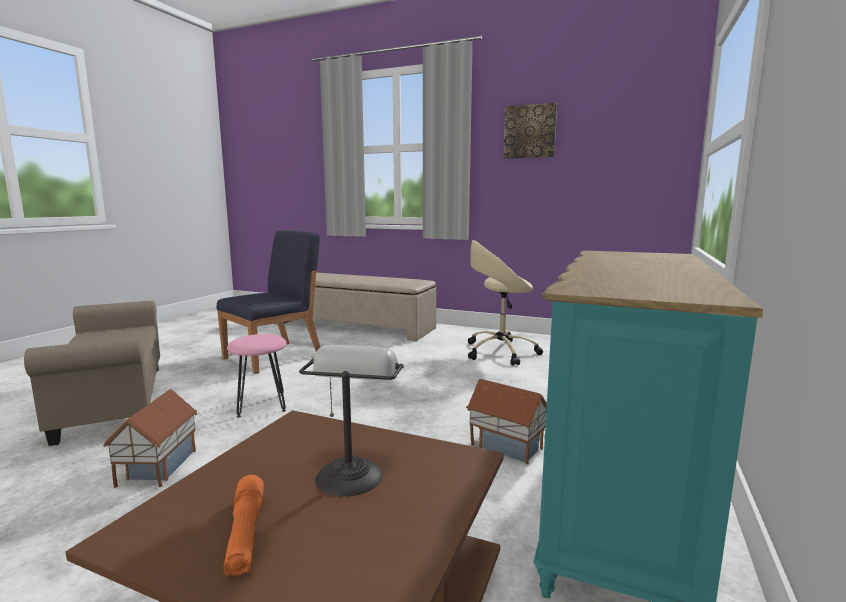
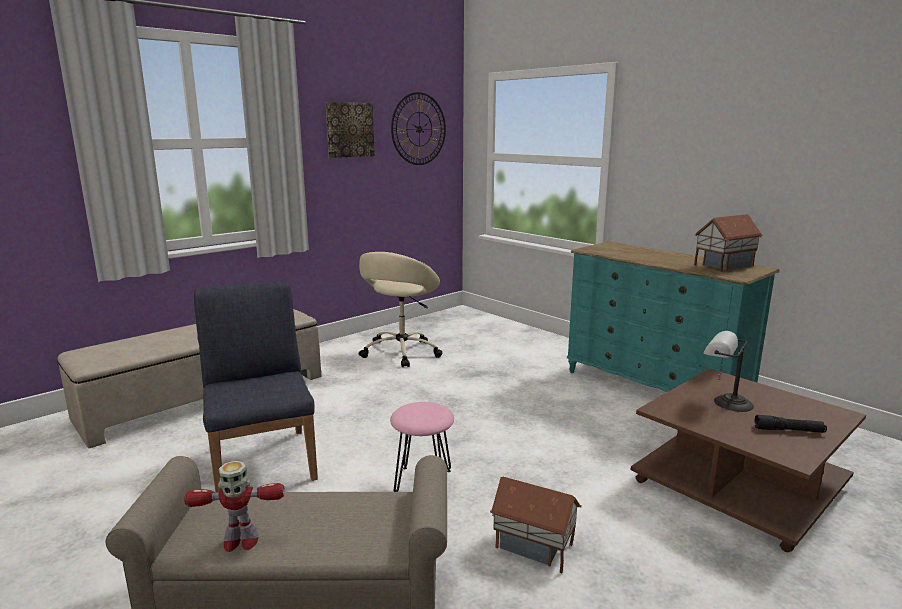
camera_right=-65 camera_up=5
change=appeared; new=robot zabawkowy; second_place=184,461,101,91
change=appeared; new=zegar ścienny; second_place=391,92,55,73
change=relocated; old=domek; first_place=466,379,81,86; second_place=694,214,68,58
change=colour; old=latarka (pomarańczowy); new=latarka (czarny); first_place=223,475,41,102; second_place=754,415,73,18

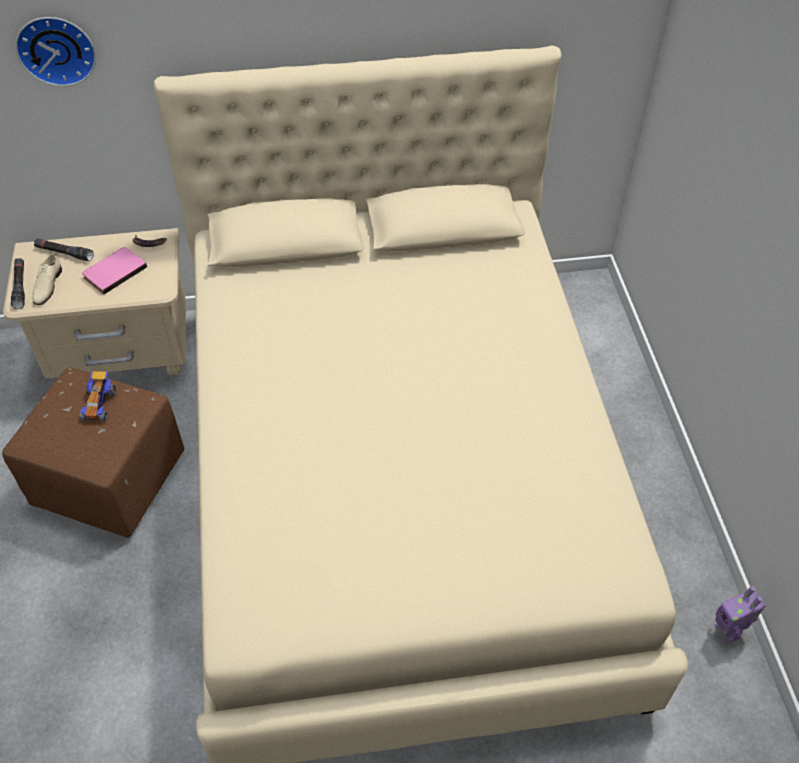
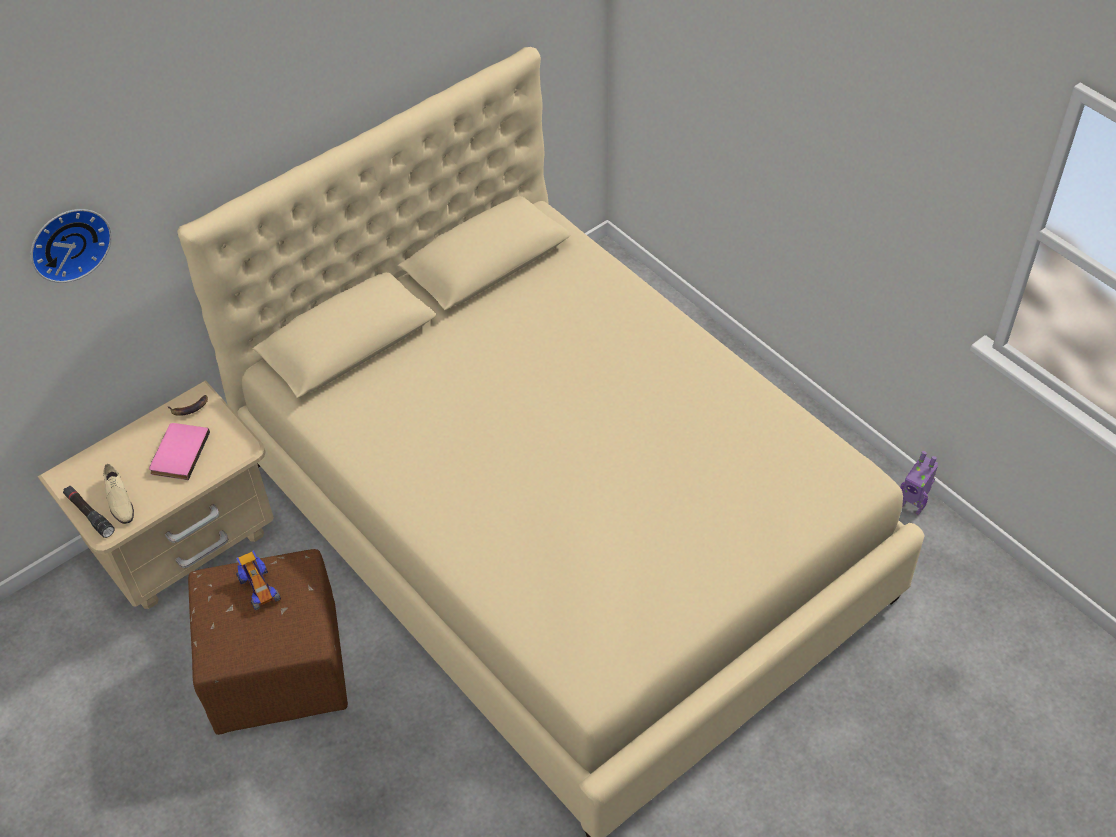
camera_right=-30 camera_up=0
change=missing; old=latarka (czarny); first_place=34,238,59,23

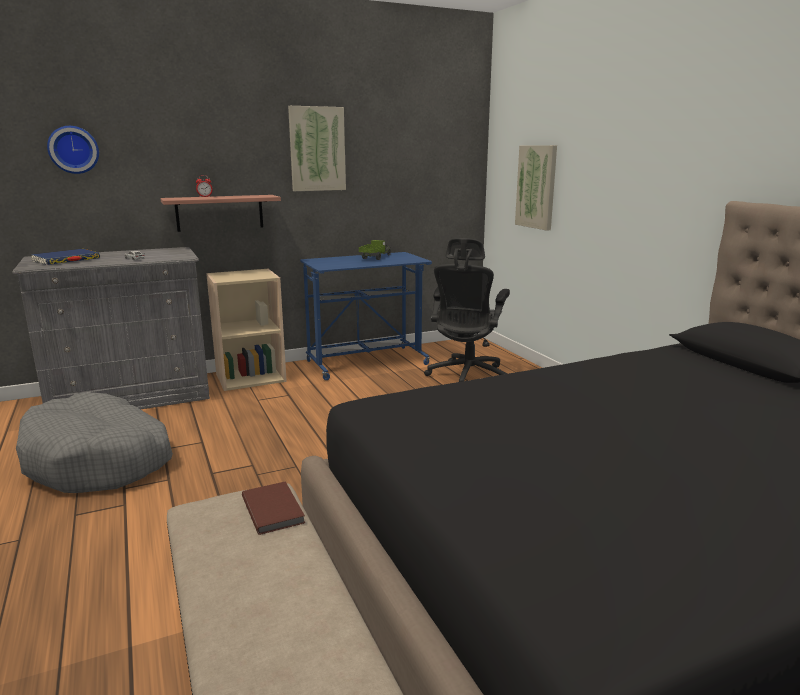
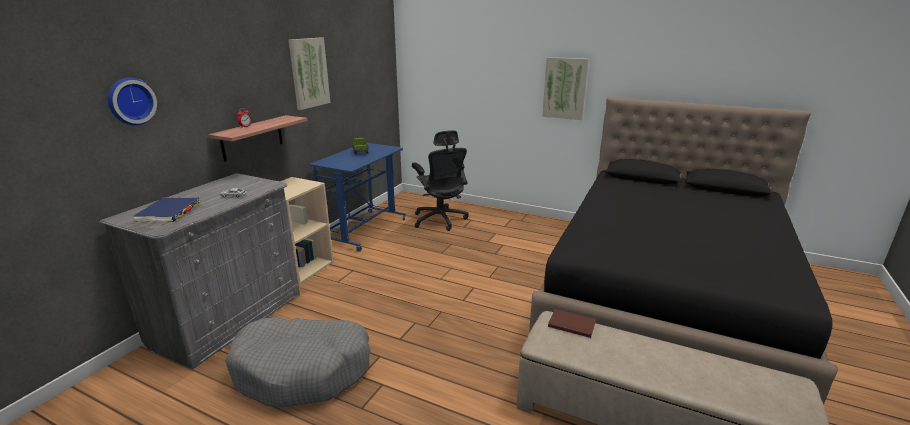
camera_right=-40 camera_up=5
change=relocated; old=obraz; first_place=515,145,42,86; second_place=542,57,47,63

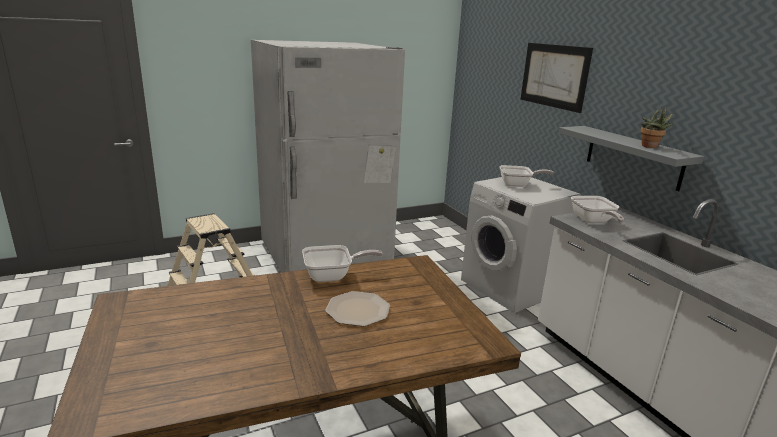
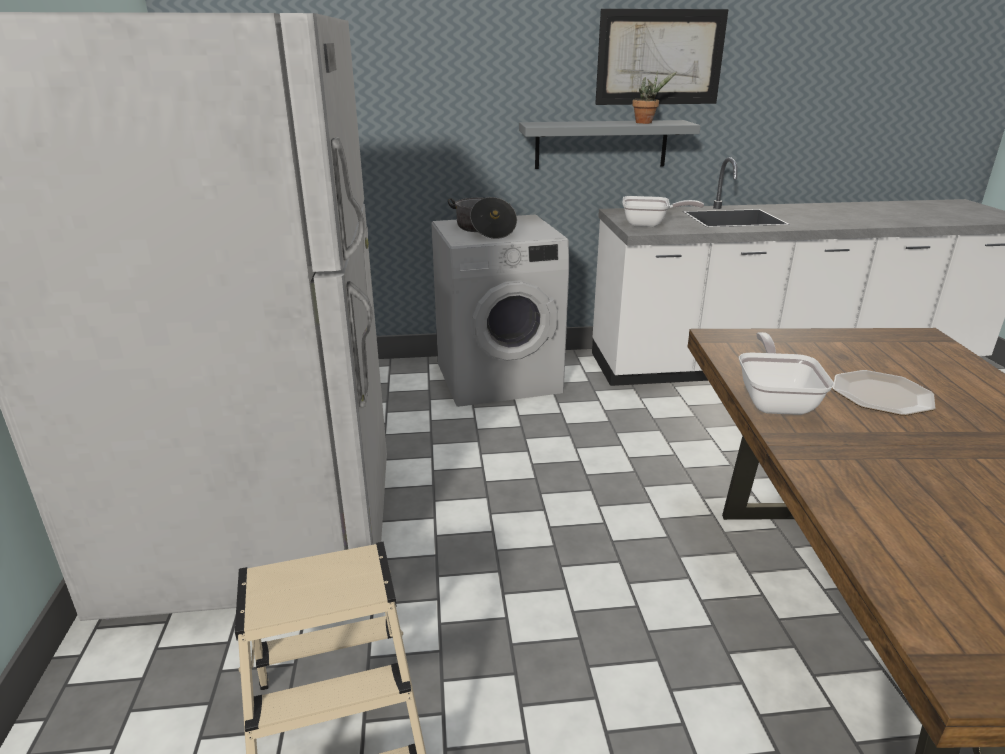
camera_right=-70 camera_up=5
change=relocated; old=obraz; first_place=520,43,73,70; second_place=595,9,134,96
change=exchanged; old=patelnia; new=garnek; first_place=499,165,55,22; second_place=448,197,69,42

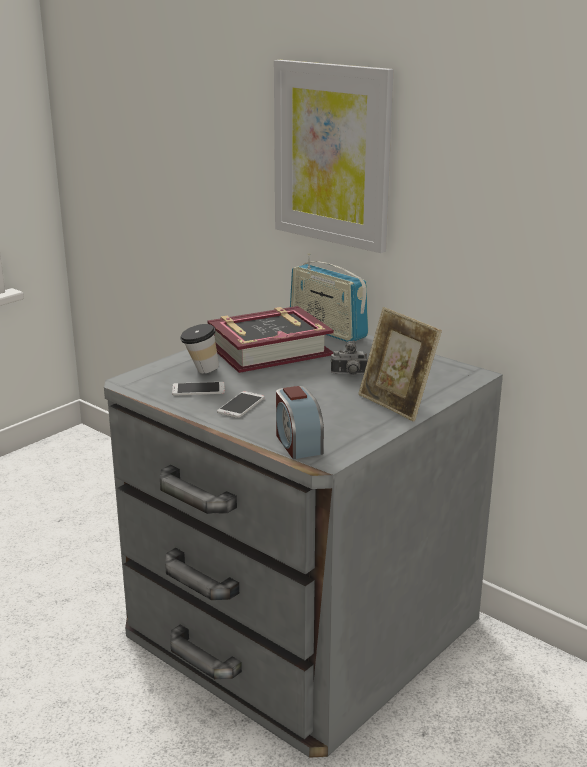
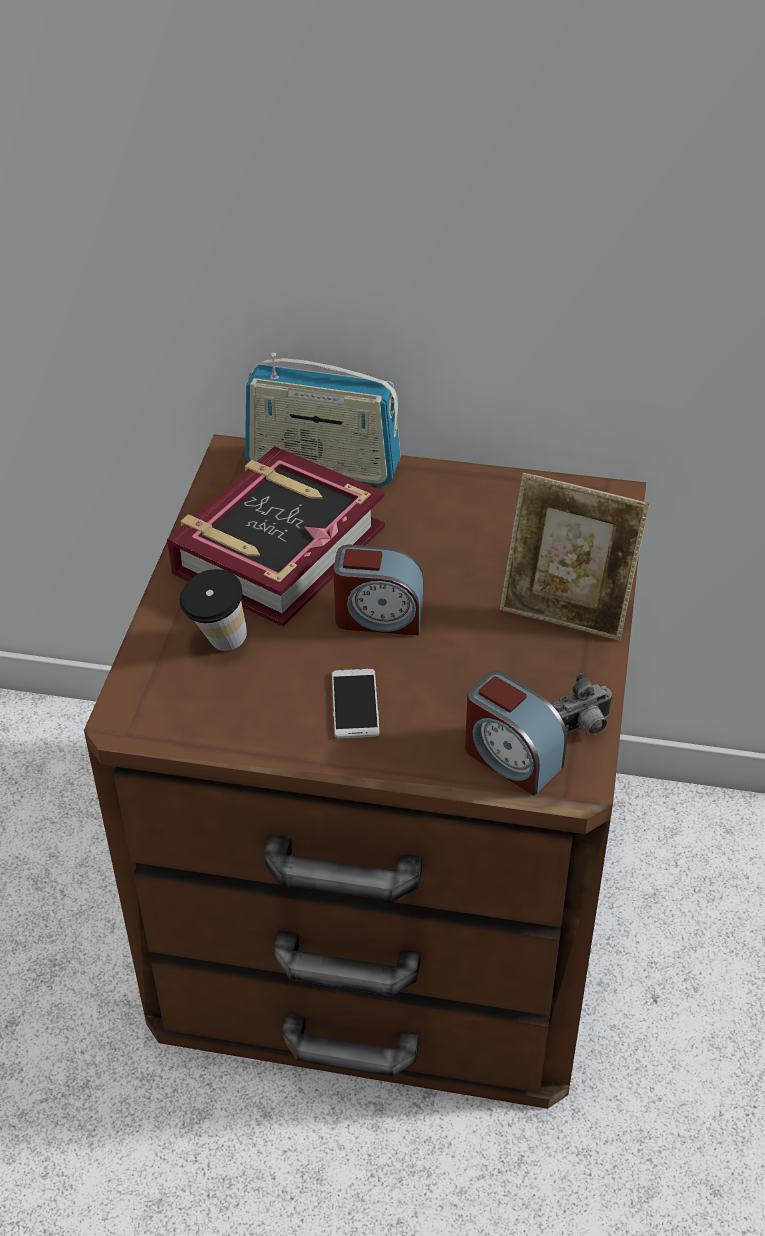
camera_right=-30 camera_up=20
change=missing; old=telefon; first_place=172,382,53,14
change=missing; old=obraz; first_place=274,60,119,193
change=appeared; new=budzik; second_place=333,545,90,90
change=relocated; old=aparat fotograficzny; first_place=330,341,39,34; second_place=553,673,60,62
change=colour; old=komoda (szary); new=komoda (brązowy); first_place=104,335,399,423; second_place=84,434,562,675

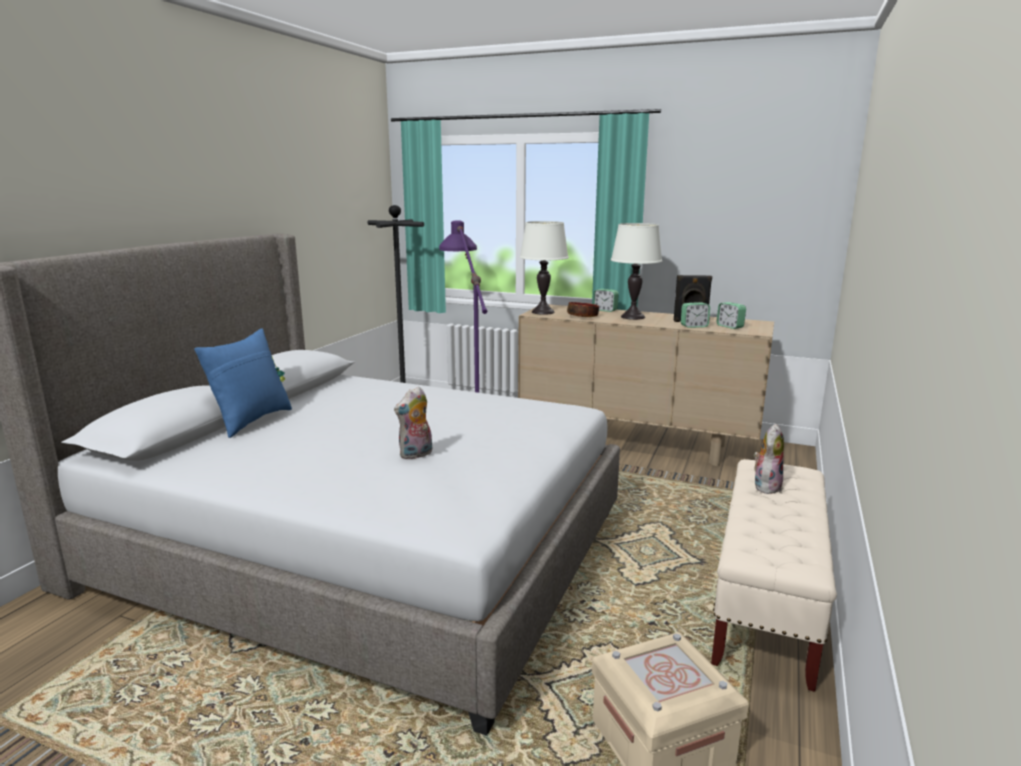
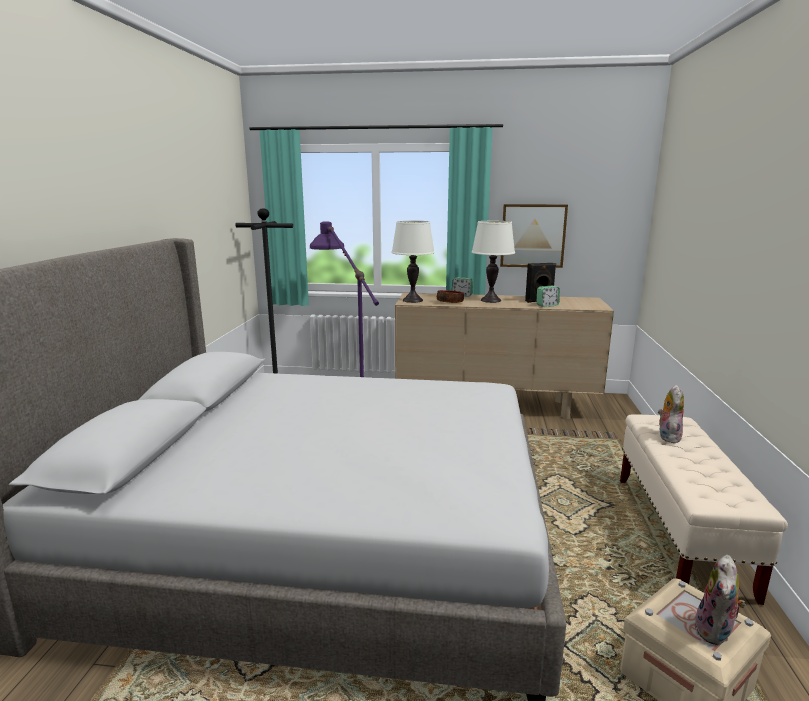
camera_right=-15 camera_up=0
change=missing; old=poduszka (niebieski); first_place=194,329,98,109
change=missing; old=budzik; first_place=716,302,30,27
change=appeared; new=obraz; second_place=500,204,68,64
change=relocated; old=pluszak; first_place=394,386,38,73; second_place=694,555,52,91

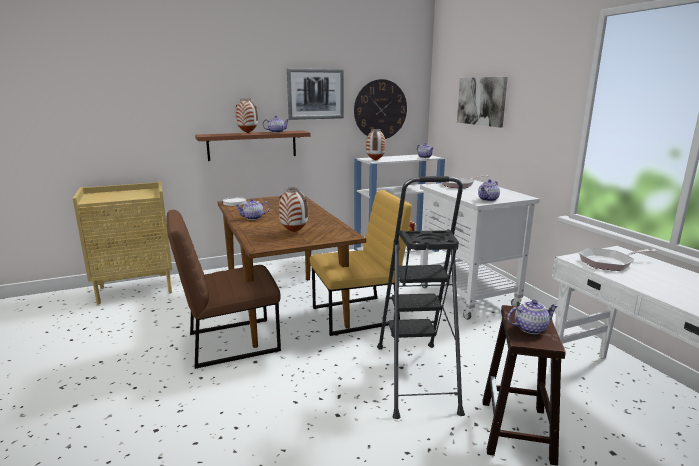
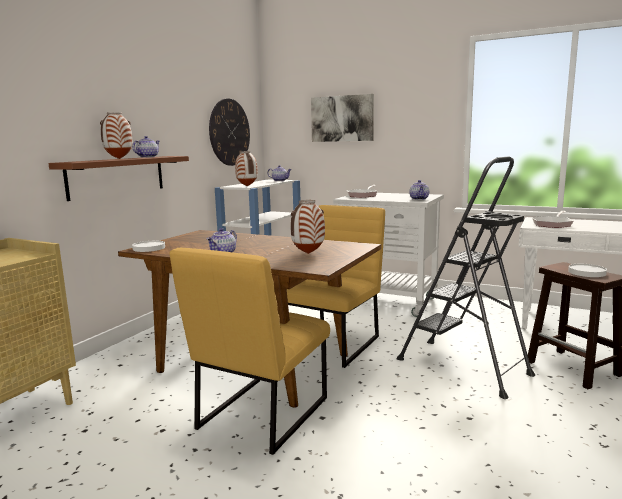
camera_right=-40 camera_up=-5
change=missing; old=obraz; first_place=287,69,57,51
change=exchanged; old=imbryk; new=talerz (biały); first_place=507,300,51,34; second_place=568,264,39,13
change=colour; old=krzesło (brązowy); new=krzesło (żółty); first_place=166,210,115,159; second_place=169,248,161,207

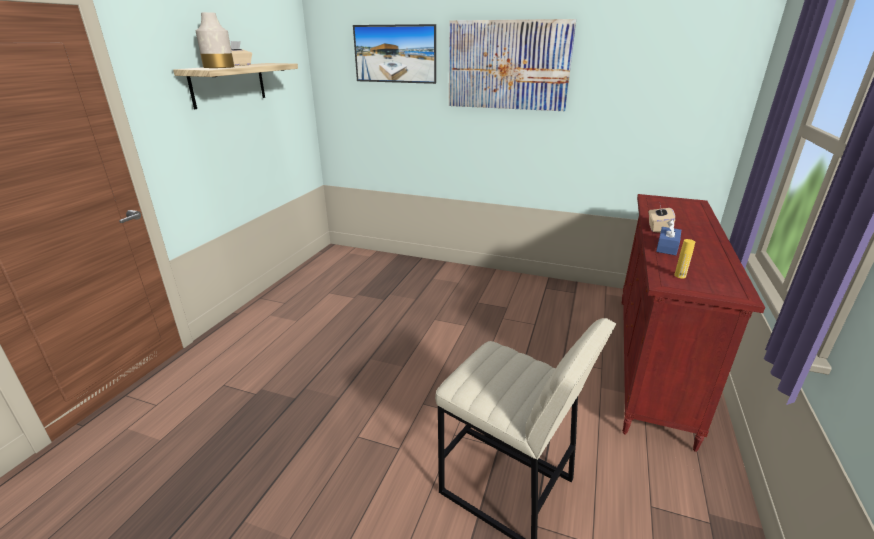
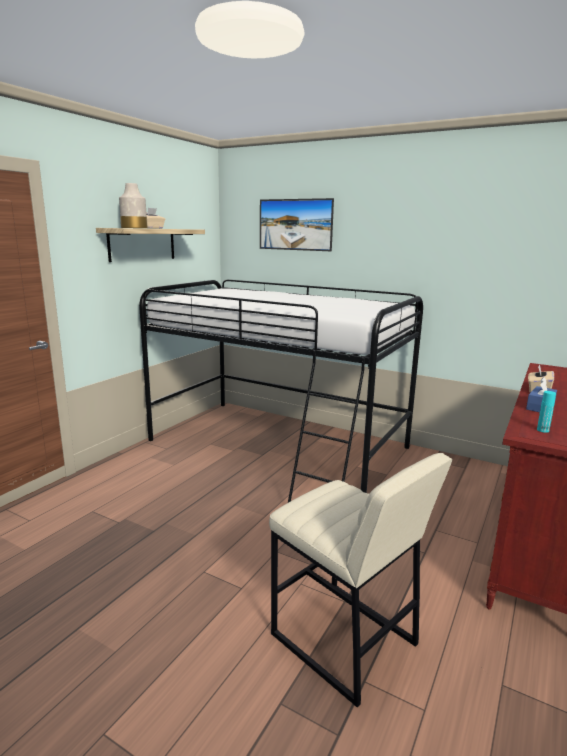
camera_right=10 camera_up=-10
change=missing; old=obraz; first_place=449,19,127,92
change=appeared; new=łóżko (czarny); second_place=139,280,284,223
change=colour; old=butelka (żółty); new=butelka (turkusowy); first_place=674,239,21,40; second_place=537,391,19,42

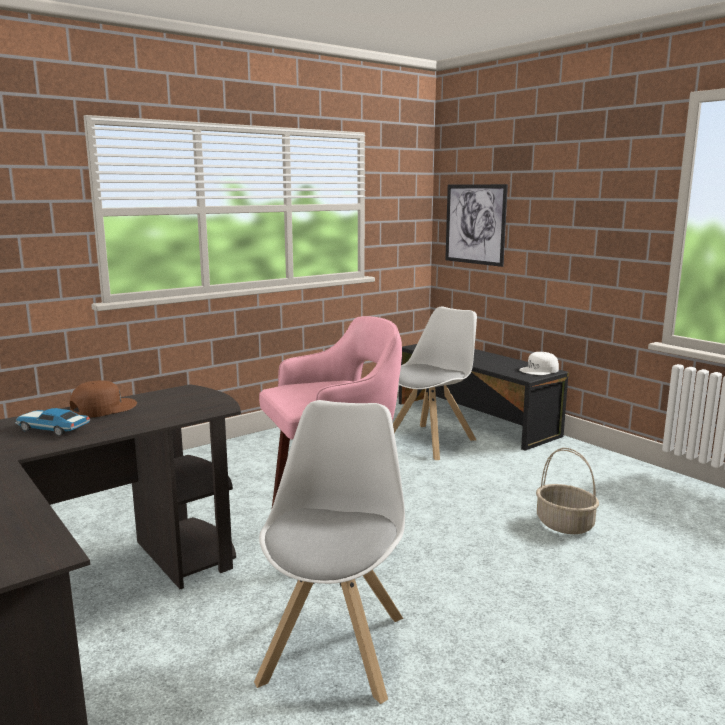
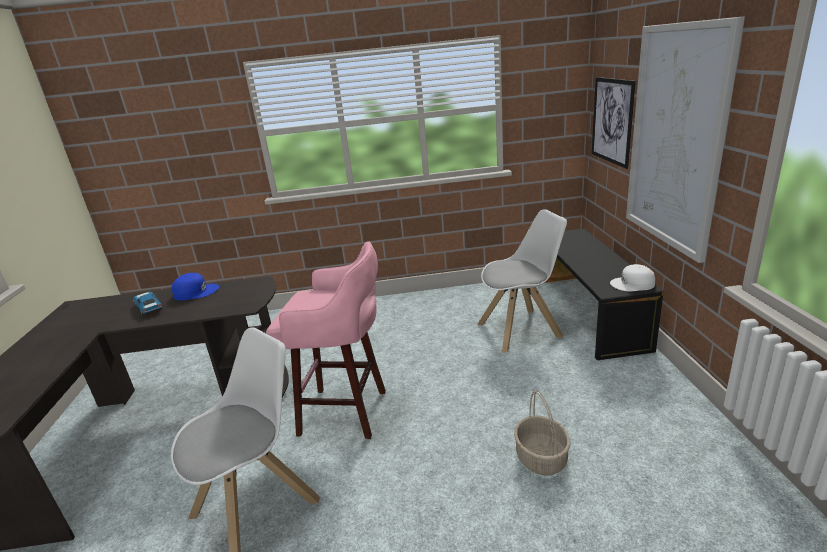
camera_right=35 camera_up=10
change=appeared; new=obraz; second_place=626,16,119,247
change=colour; old=czapka z daszkiem (brązowy); new=czapka z daszkiem (niebieski); first_place=70,380,67,38; second_place=172,273,47,27

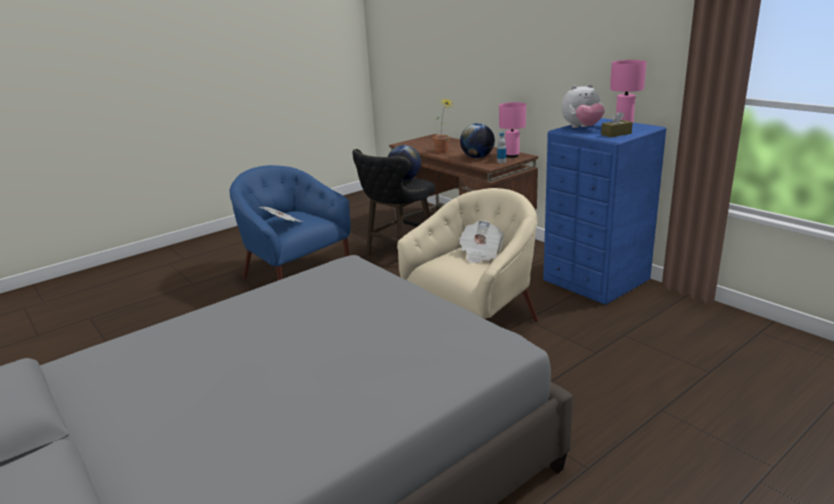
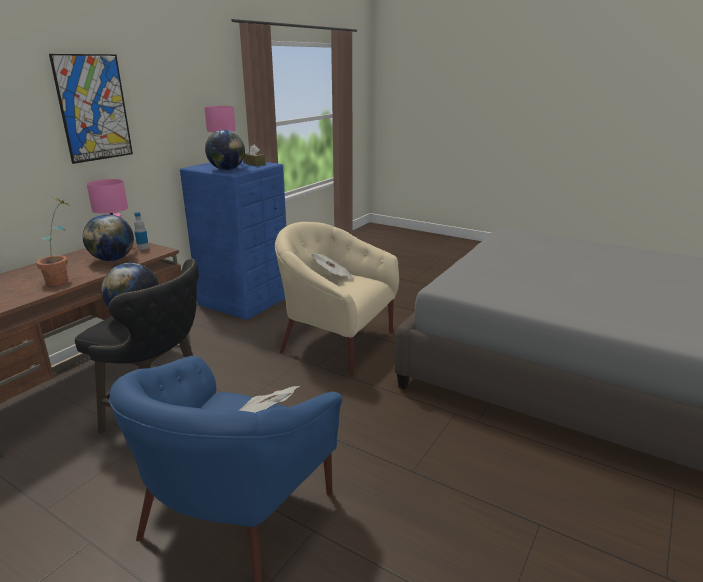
camera_right=-110 camera_up=0
change=appeared; new=obraz; second_place=49,54,84,110
change=exchanged; old=pluszak; new=globus; first_place=561,84,44,44; second_place=205,130,40,40

